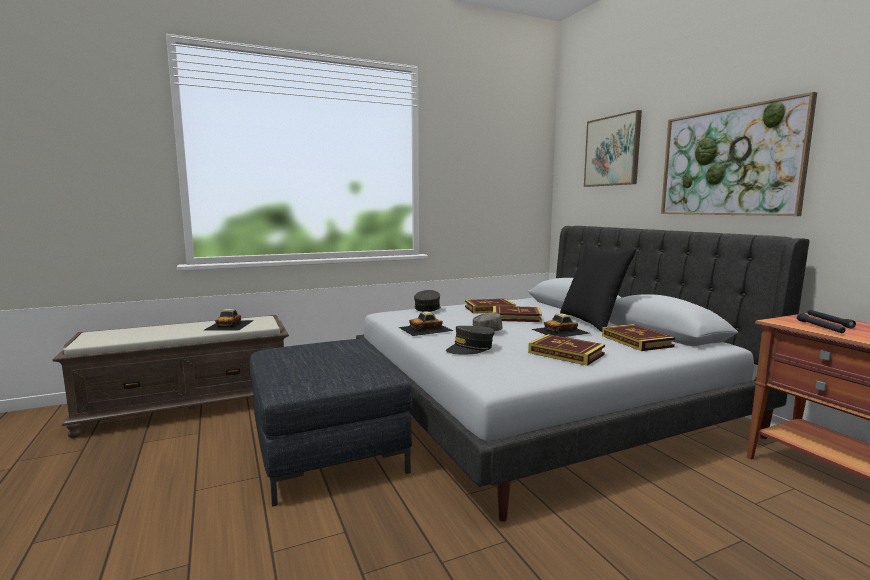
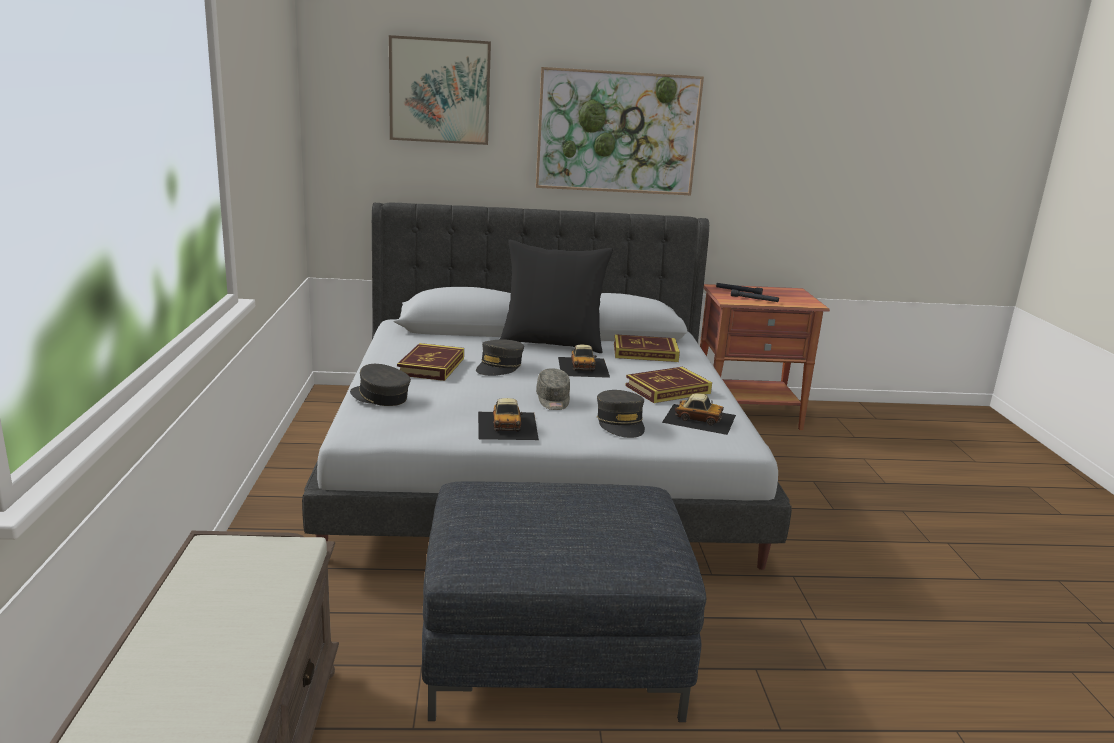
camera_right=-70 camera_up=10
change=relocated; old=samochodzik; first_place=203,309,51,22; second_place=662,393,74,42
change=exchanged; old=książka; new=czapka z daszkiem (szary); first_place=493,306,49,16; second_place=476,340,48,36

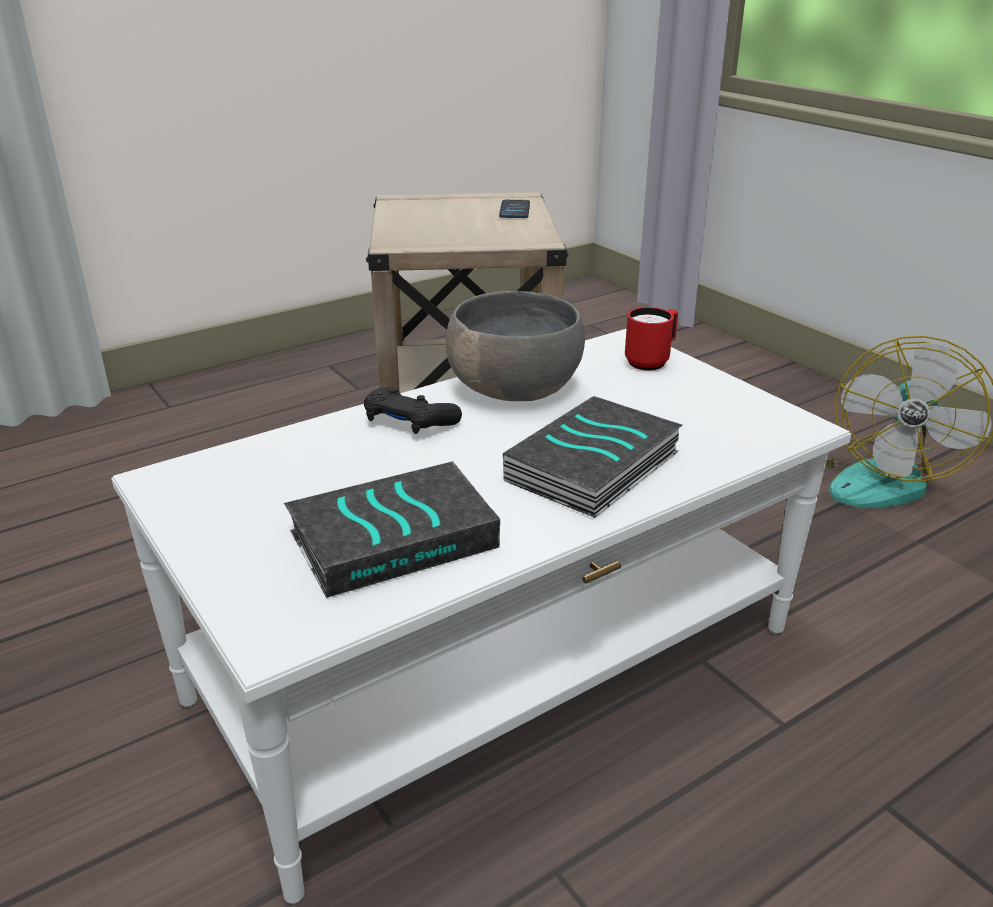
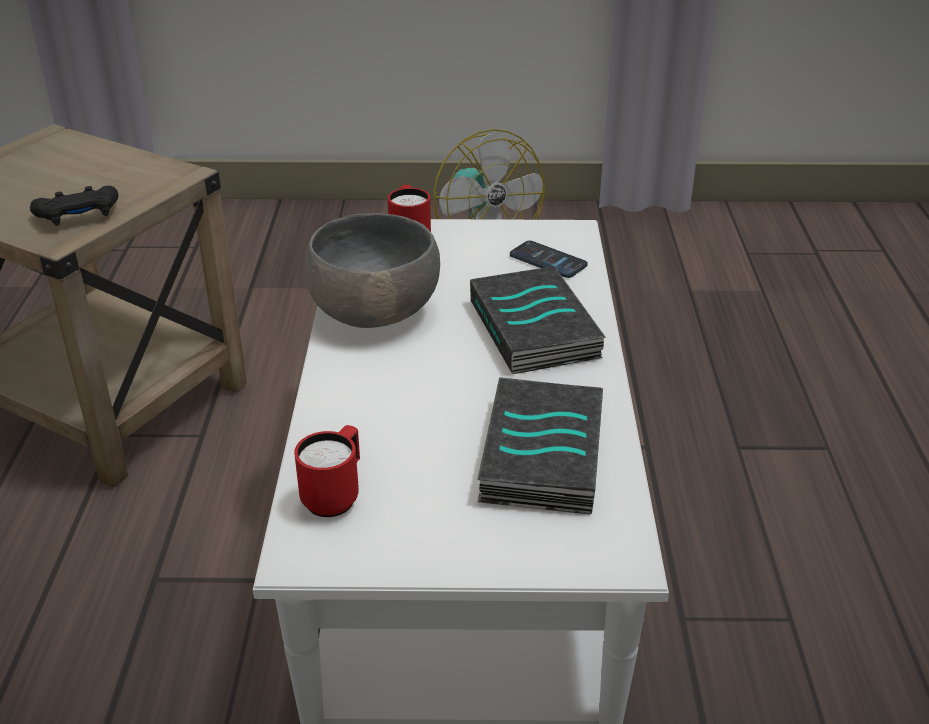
camera_right=-55 camera_up=5
change=appeared; new=kubek (czerwony); second_place=294,425,66,92
change=relocated; old=pad do gier (czarny); first_place=364,387,98,47; second_place=30,185,88,41
change=relocated; old=telefon; first_place=499,200,31,18; second_place=510,241,78,37

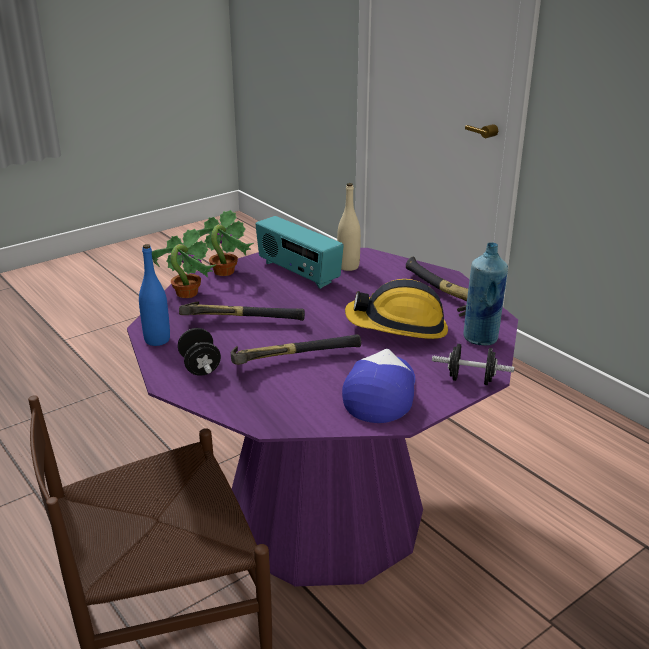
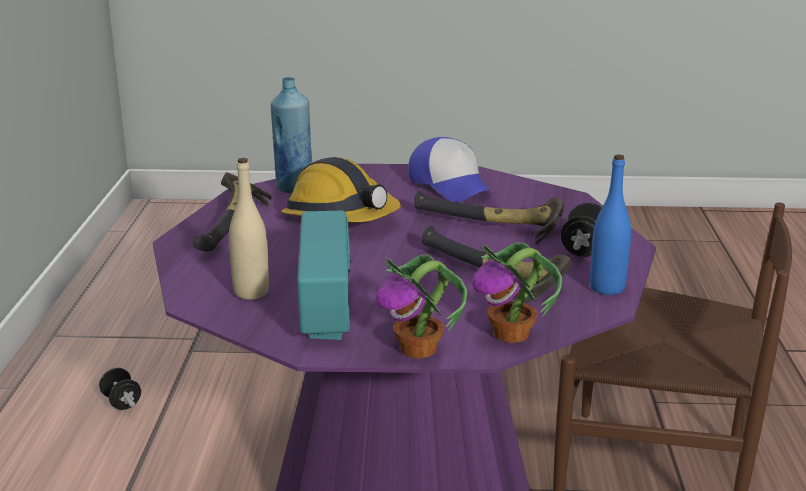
camera_right=-140 camera_up=-5
change=relocated; old=hantel (czarny); first_place=432,344,82,41; second_place=99,368,42,42
change=spun; old=czapka z daszkiem; first_place=342,349,73,74; second_place=408,137,85,65; degrees=-90

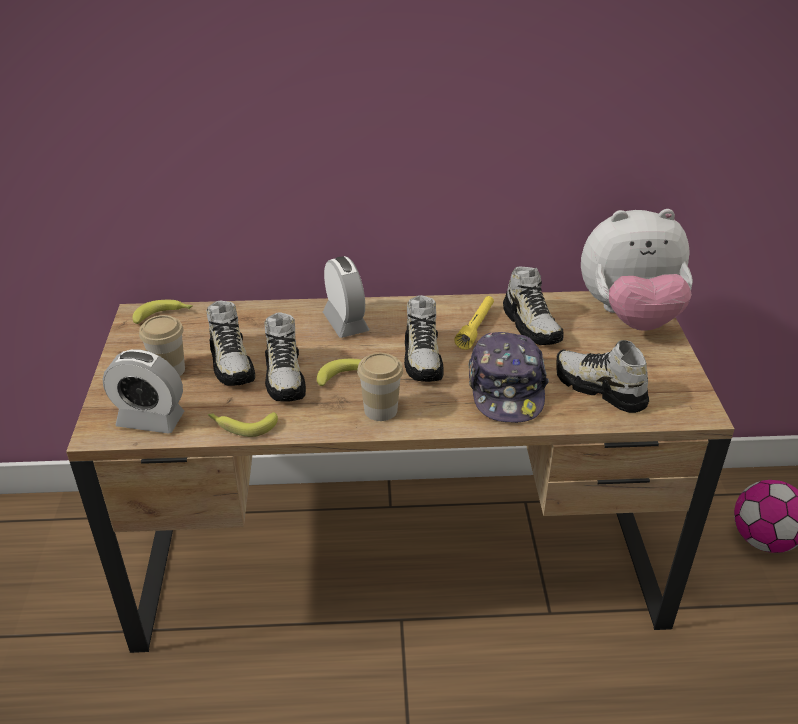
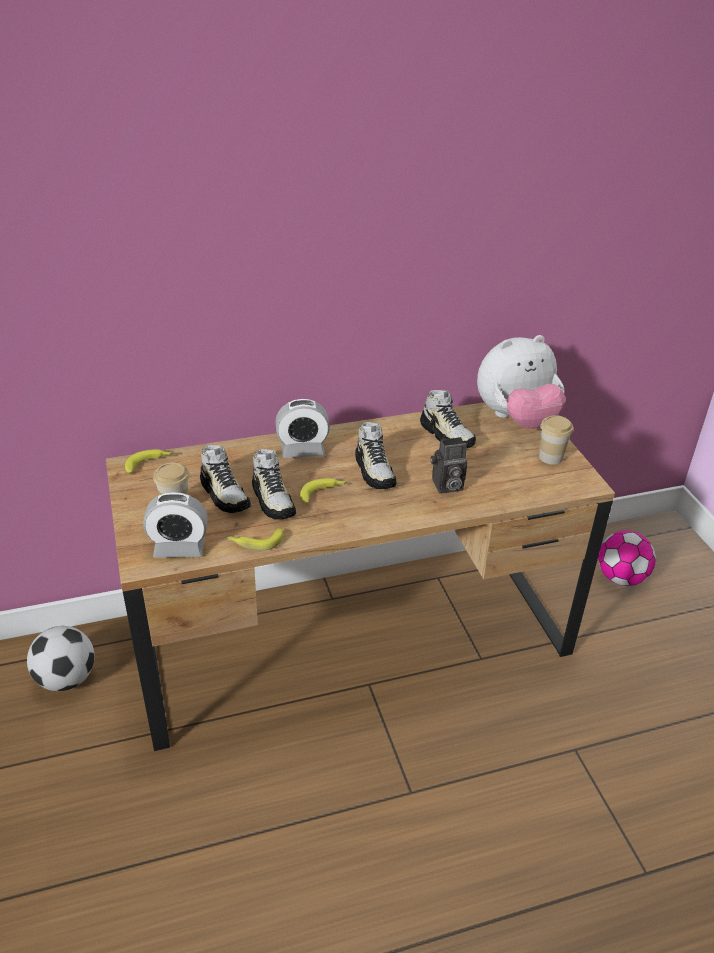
camera_right=-15 camera_up=0
change=missing; old=latarka (żółty); first_place=454,296,40,54
change=missing; old=but; first_place=557,340,92,73
change=appeared; new=piłka futbolowa; second_place=27,626,68,65
change=relocated; old=filiżanka; first_place=357,353,46,68; second_place=539,415,34,50
change=exchanged; old=czapka z daszkiem; new=aparat fotograficzny; first_place=469,332,80,91; second_place=431,437,36,57
change=spun; old=budzik; first_place=323,256,47,82; second_place=275,399,55,59; degrees=120

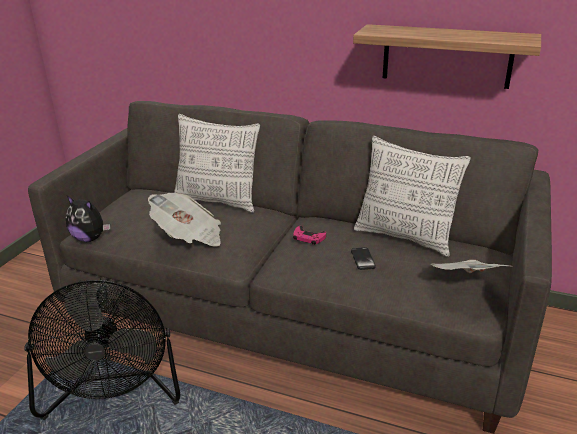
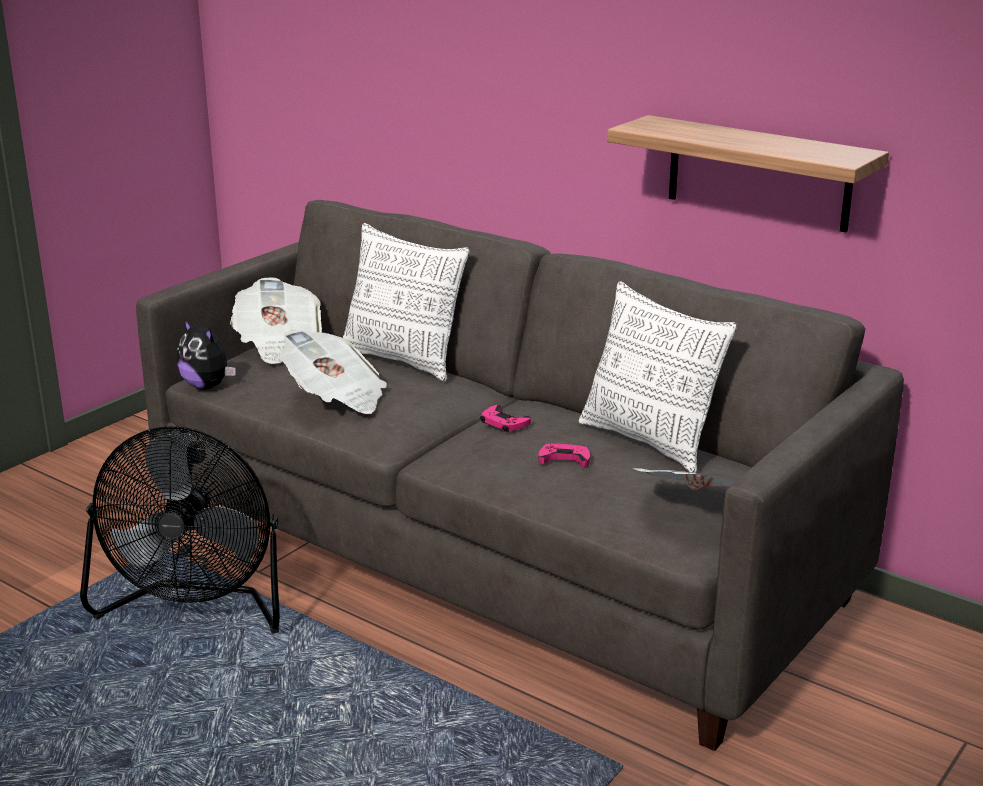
camera_right=15 camera_up=-5
change=appeared; new=gazeta; second_place=230,277,92,87
change=exchanged; old=telefon; new=pad do gier (różowy); first_place=351,247,25,23; second_place=538,443,52,24

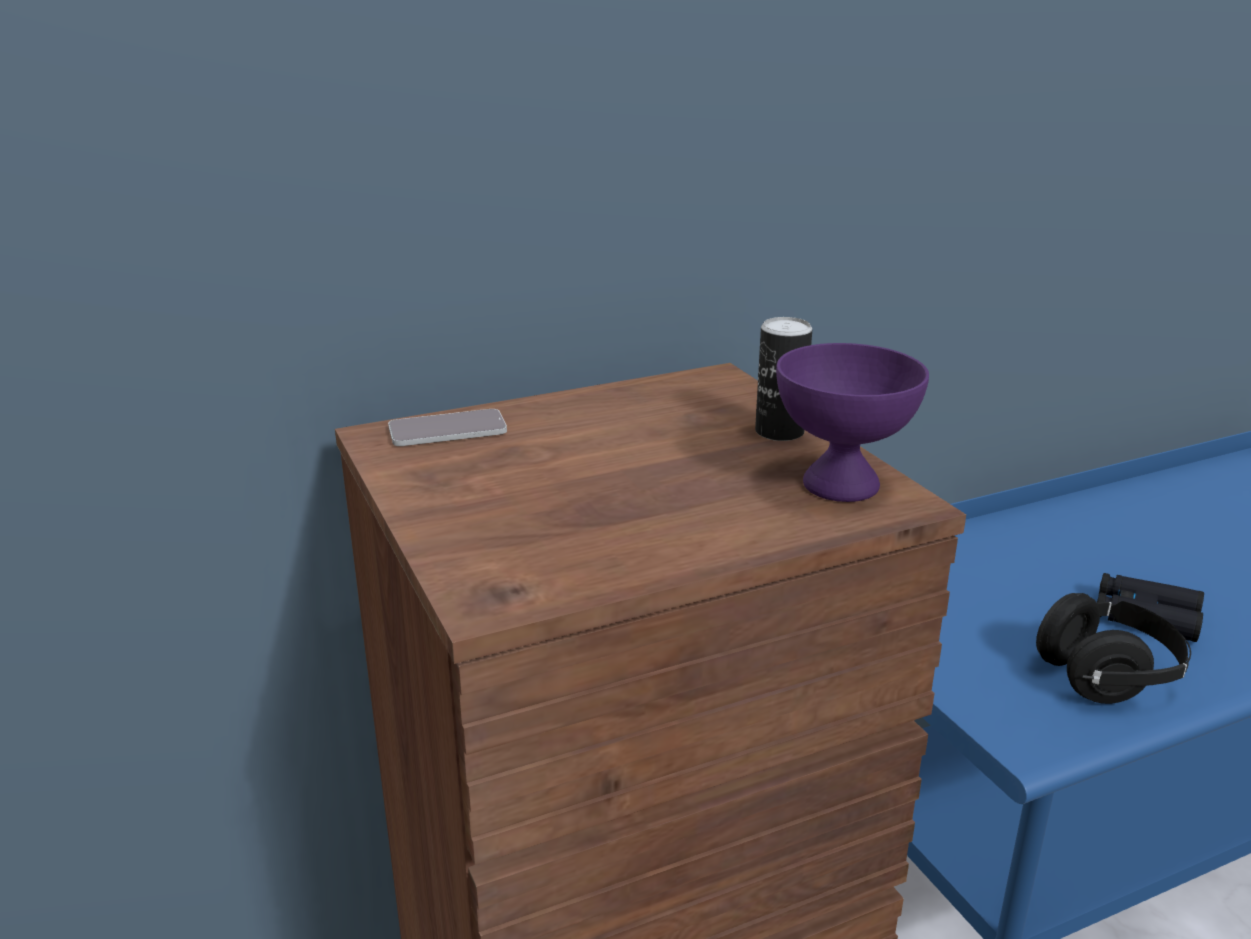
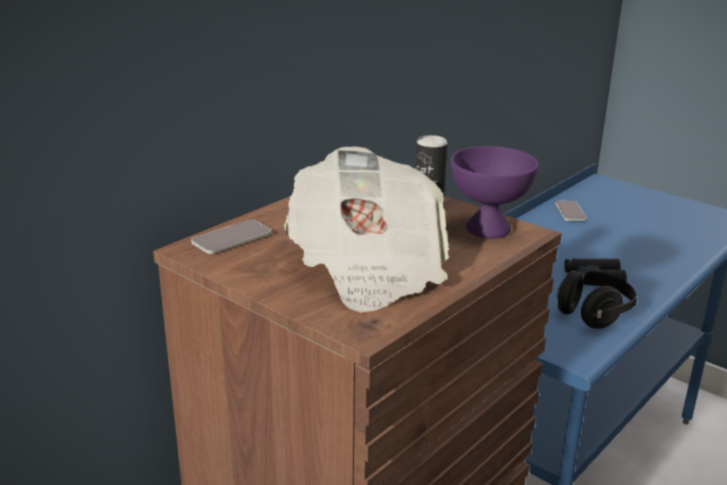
camera_right=-25 camera_up=0
change=appeared; new=gazeta; second_place=284,146,165,167
change=appeared; new=telefon; second_place=555,201,32,20

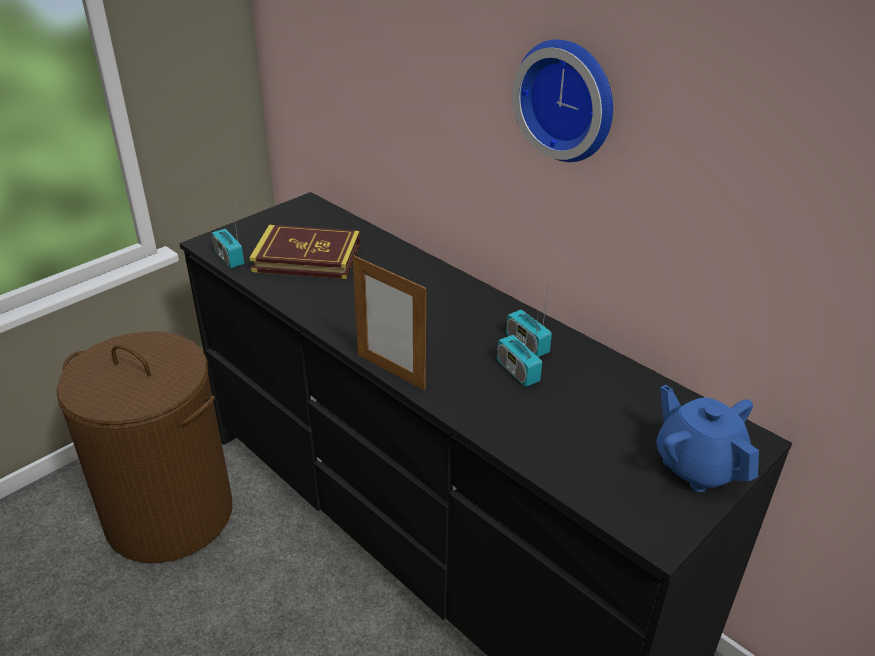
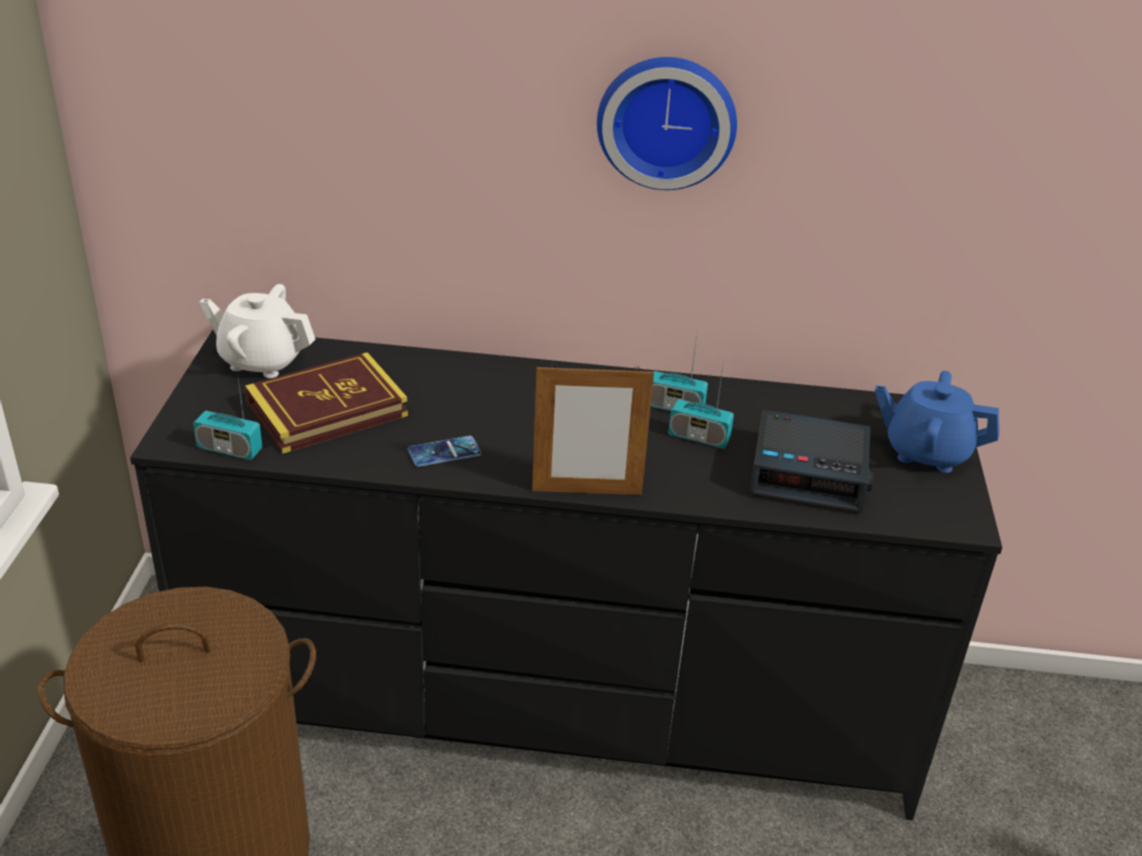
camera_right=-40 camera_up=0
change=appeared; new=imbryk (biały); second_place=199,284,117,94
change=appeared; new=telefon; second_place=408,436,73,31
change=appeared; new=budzik; second_place=749,410,125,103

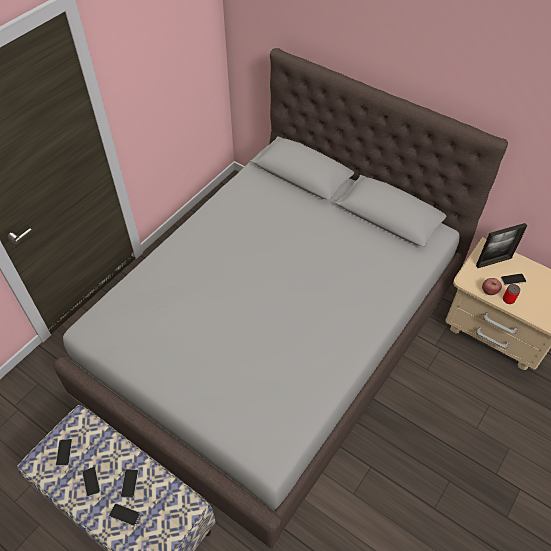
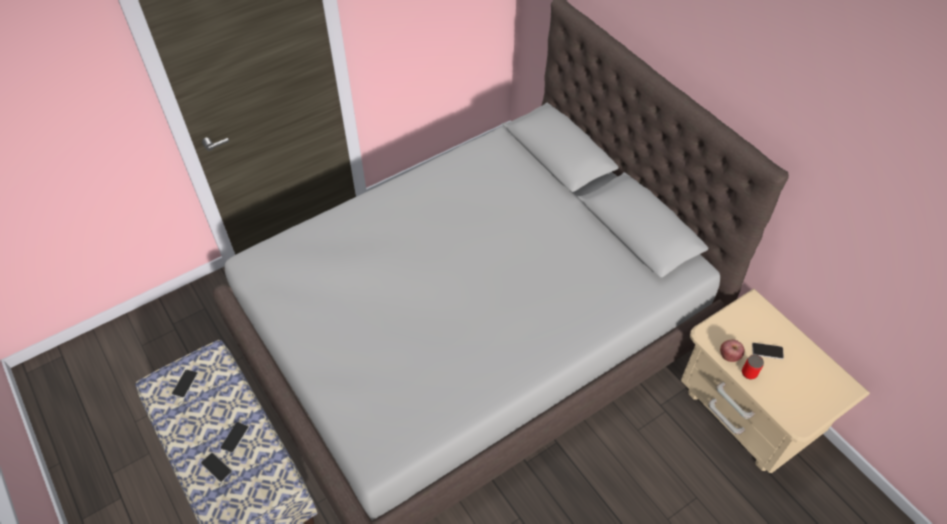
camera_right=20 camera_up=0
change=missing; old=telefon; first_place=82,467,18,30
change=missing; old=ramka na zdjęcie; first_place=476,223,51,45

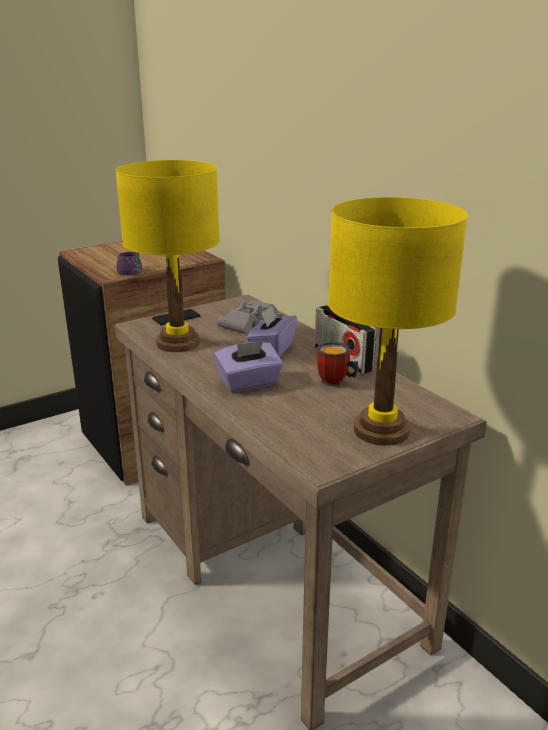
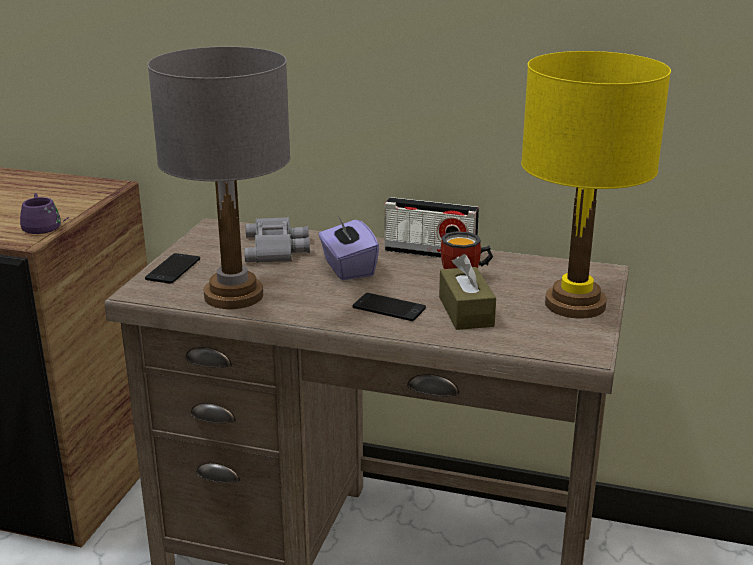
camera_right=-40 camera_up=0
change=appeared; new=pudełko chusteczek (brązowy); second_place=439,254,57,76
change=exchanged; old=pudełko chusteczek (fioletowy); new=telefon; first_place=214,341,69,51; second_place=353,293,73,28
change=colour; old=lampa stołowa (żółty); new=lampa stołowa (szary); first_place=115,160,105,192; second_place=147,47,143,262

